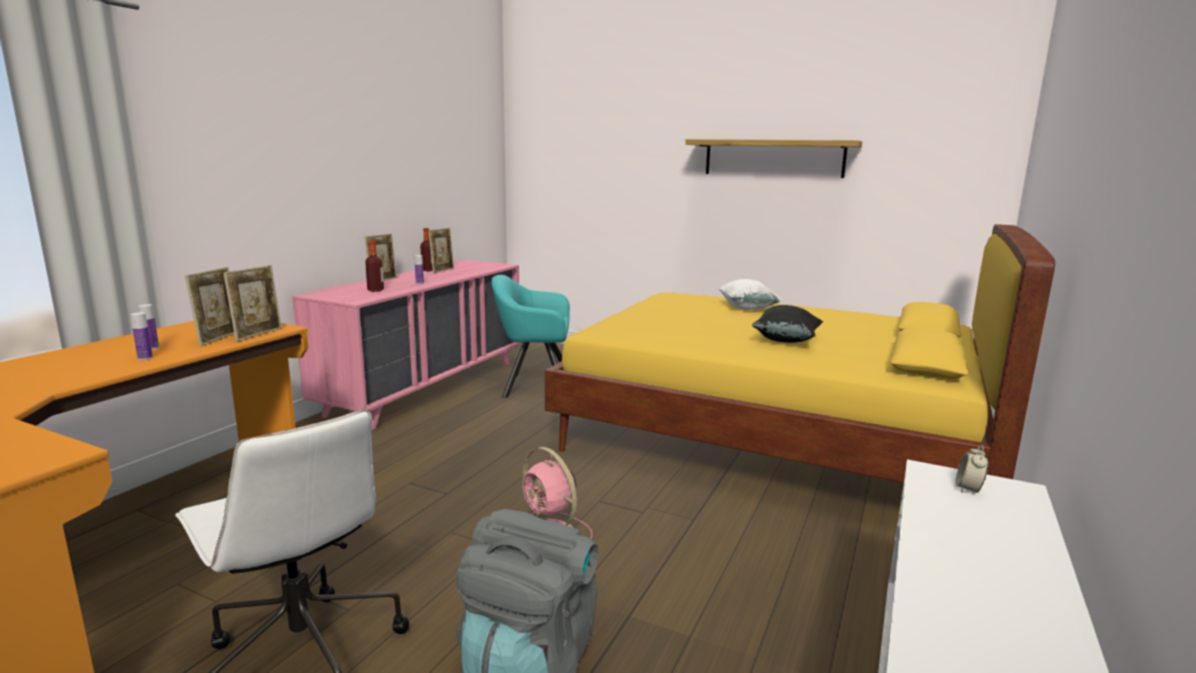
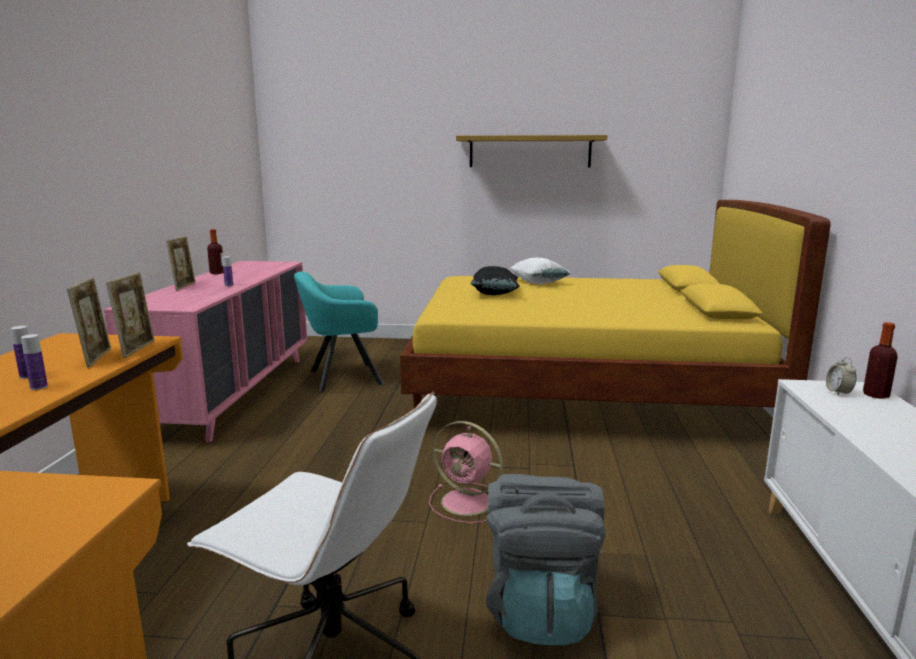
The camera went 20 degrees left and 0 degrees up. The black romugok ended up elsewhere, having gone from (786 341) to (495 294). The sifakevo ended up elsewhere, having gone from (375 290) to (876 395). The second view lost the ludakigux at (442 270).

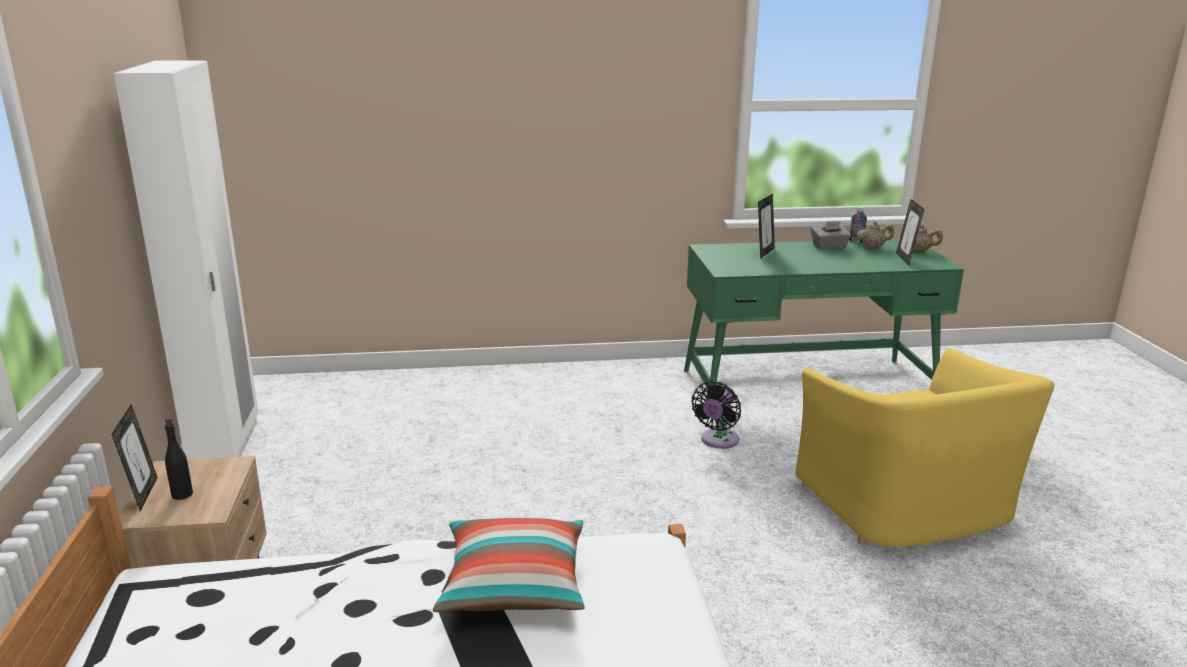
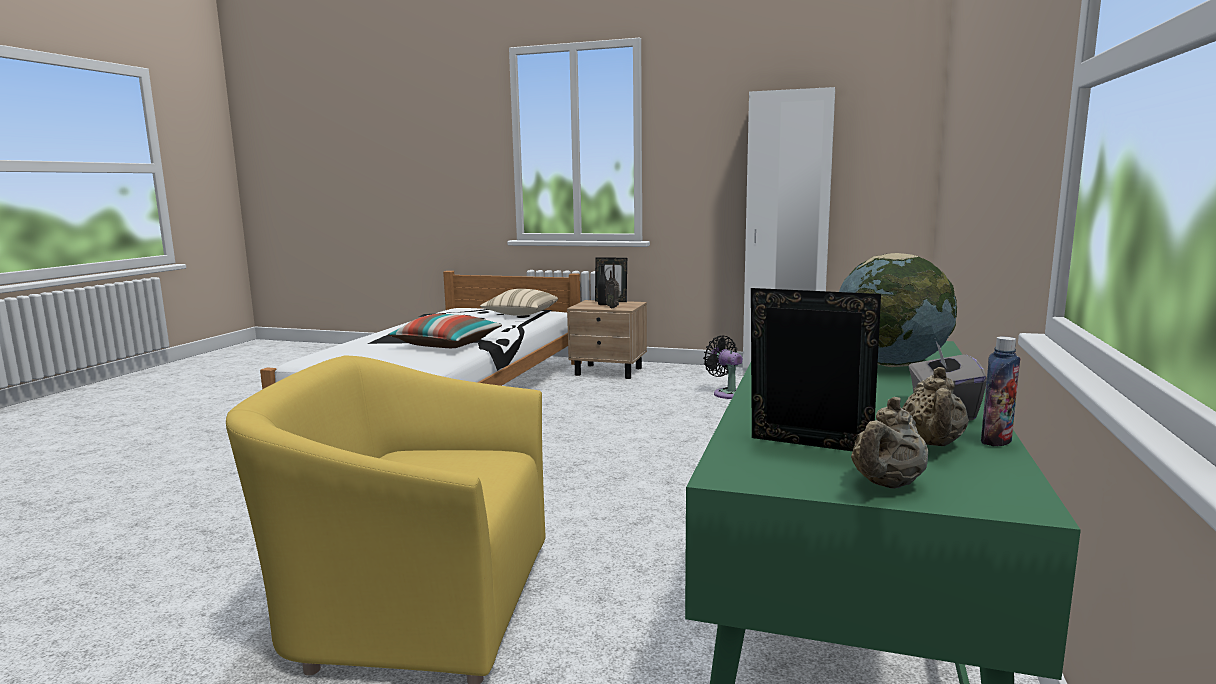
The camera went 115 degrees right and 10 degrees down. The second view gained the beige romugok at (520 315). The second view gained the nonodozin at (613 307). The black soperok ended up elsewhere, having gone from (718 441) to (726 393). Where the ludakigux stood at (764 253), the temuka came to stand at (891 364).

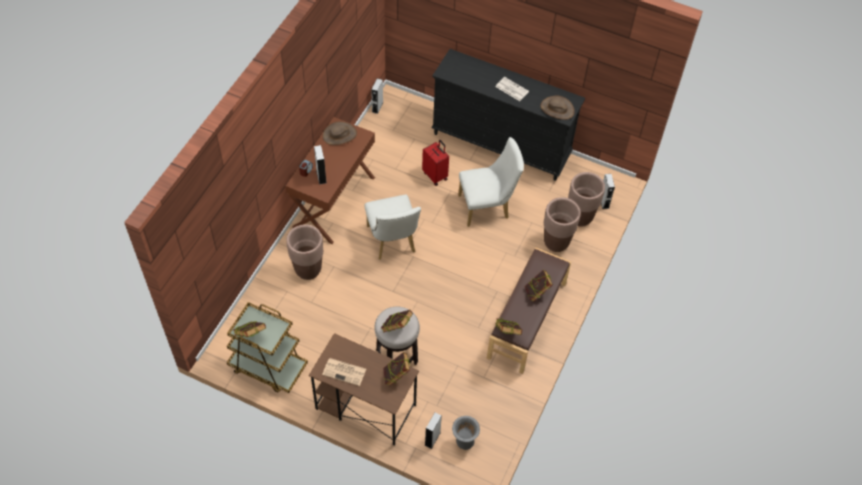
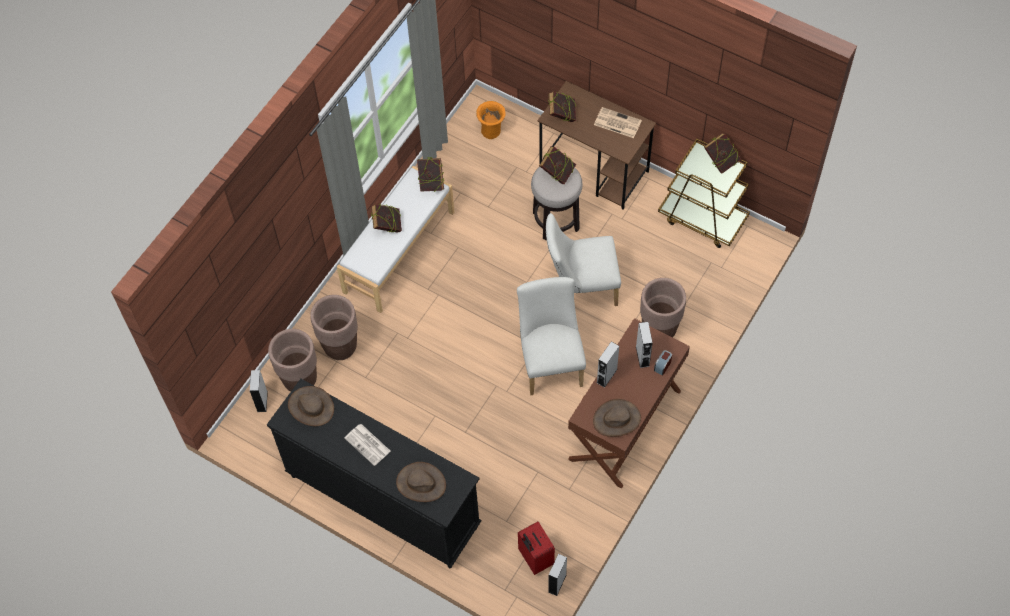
The camera went 170 degrees left and 5 degrees up. What was the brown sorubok at (527 320) turned into the white sorubok at (398 251). The second view gained the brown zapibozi at (421 483). What was the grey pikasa at (464 441) turned into the orange pikasa at (492 131). The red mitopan ended up elsewhere, having gone from (435 175) to (535 558). The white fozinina ended up elsewhere, having gone from (487 207) to (581 287). The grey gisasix ended up elsewhere, having gone from (432 439) to (606 376).

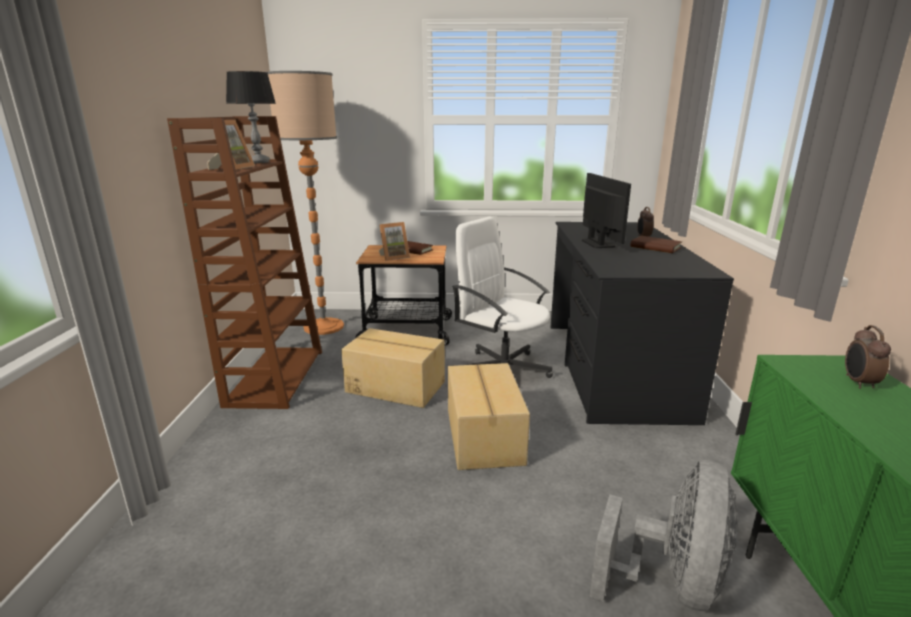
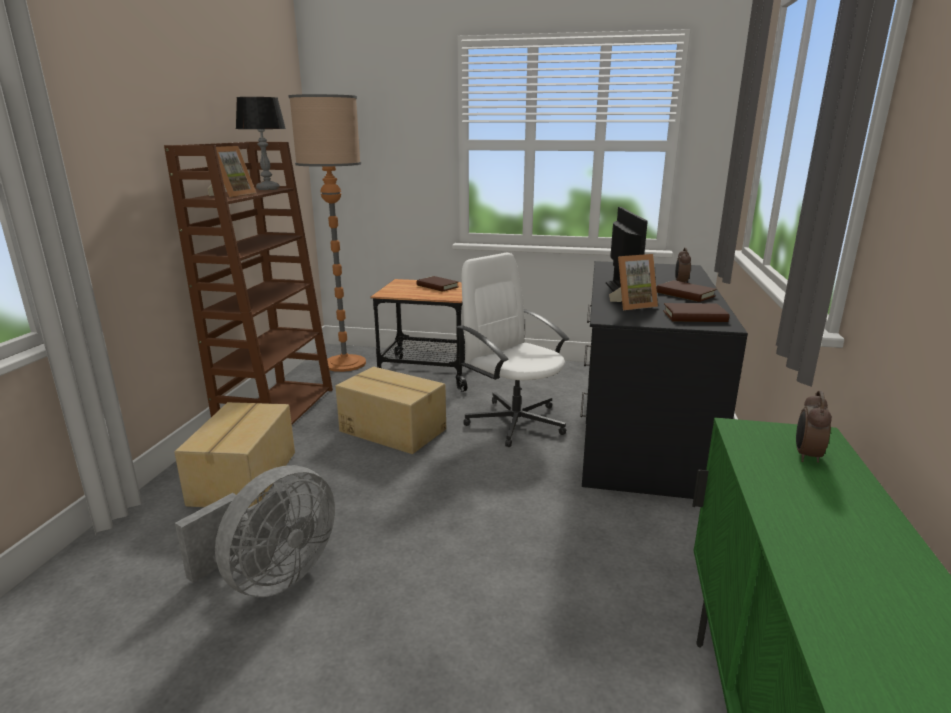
The camera went 10 degrees right and 0 degrees up. The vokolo ended up elsewhere, having gone from (483 437) to (242 478). The grey soperok ended up elsewhere, having gone from (670 582) to (271 578). The ludakigux ended up elsewhere, having gone from (394 257) to (632 305). The second view gained the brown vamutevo at (694 316).

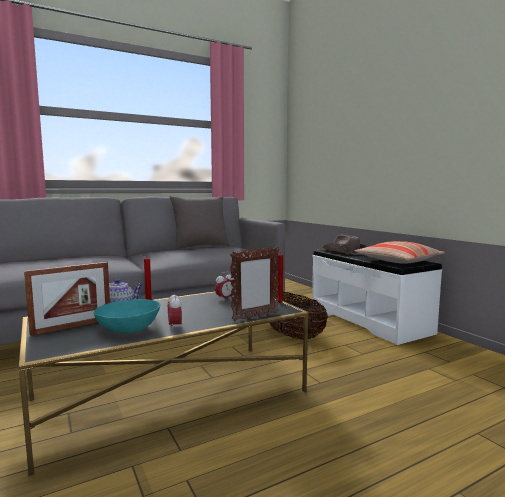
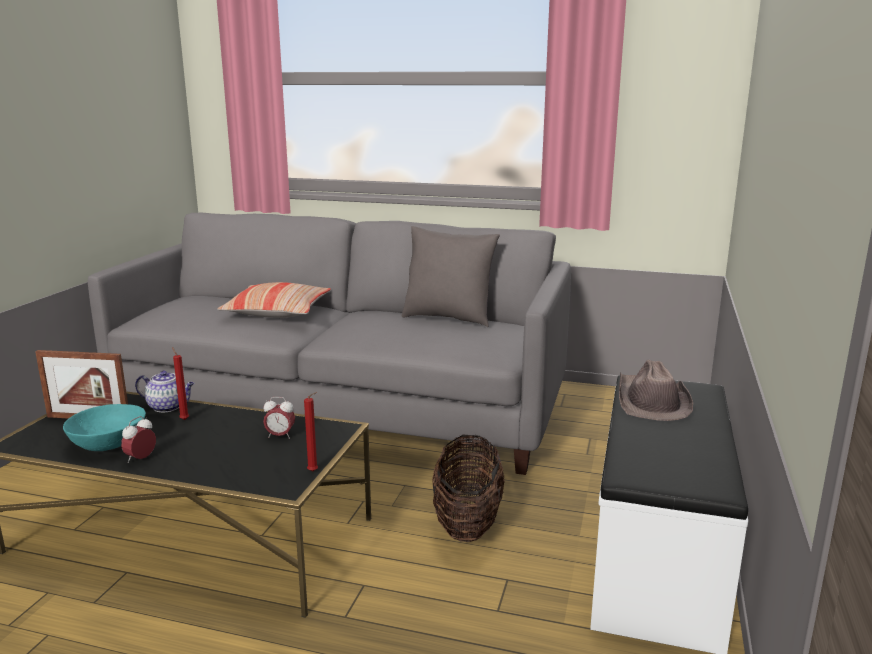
The camera went 45 degrees right and 10 degrees up. The romugok ended up elsewhere, having gone from (398 261) to (277 312). The second view lost the ludakigux at (255 317).

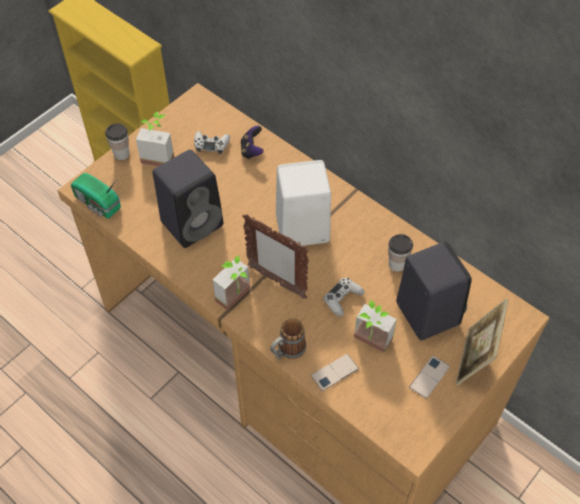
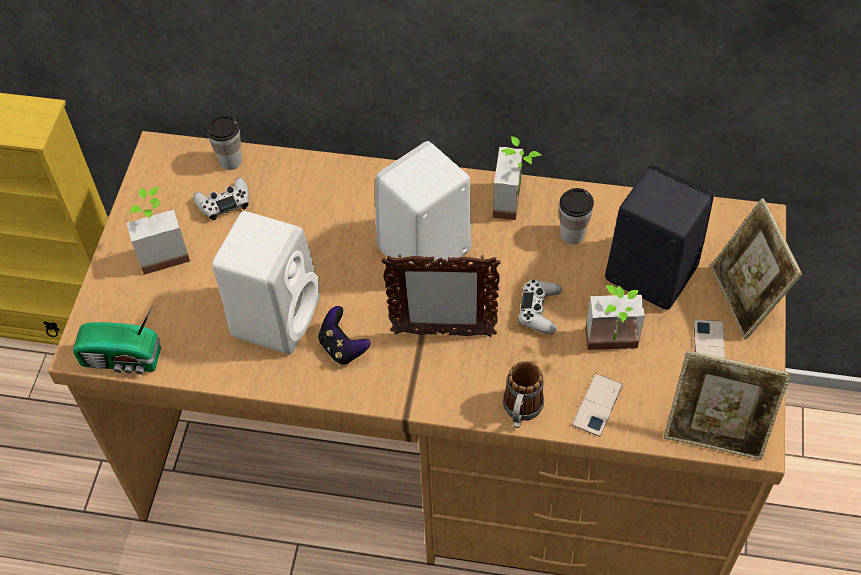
The camera went 30 degrees left and 0 degrees up. The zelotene ended up elsewhere, having gone from (121 154) to (230 161). What was the black gisasix at (193 222) turned into the white gisasix at (276 315). The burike ended up elsewhere, having gone from (252 151) to (343 348). The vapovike ended up elsewhere, having gone from (238 298) to (516 201). The second view gained the ludakigux at (715 432).

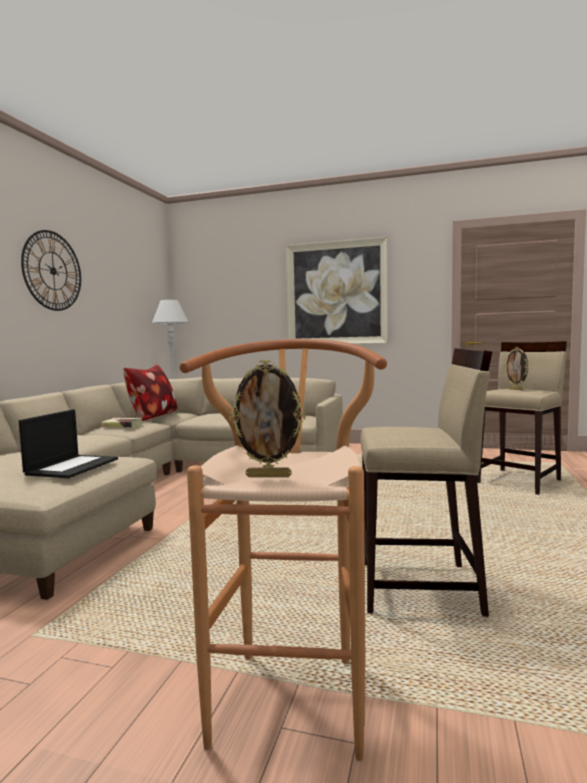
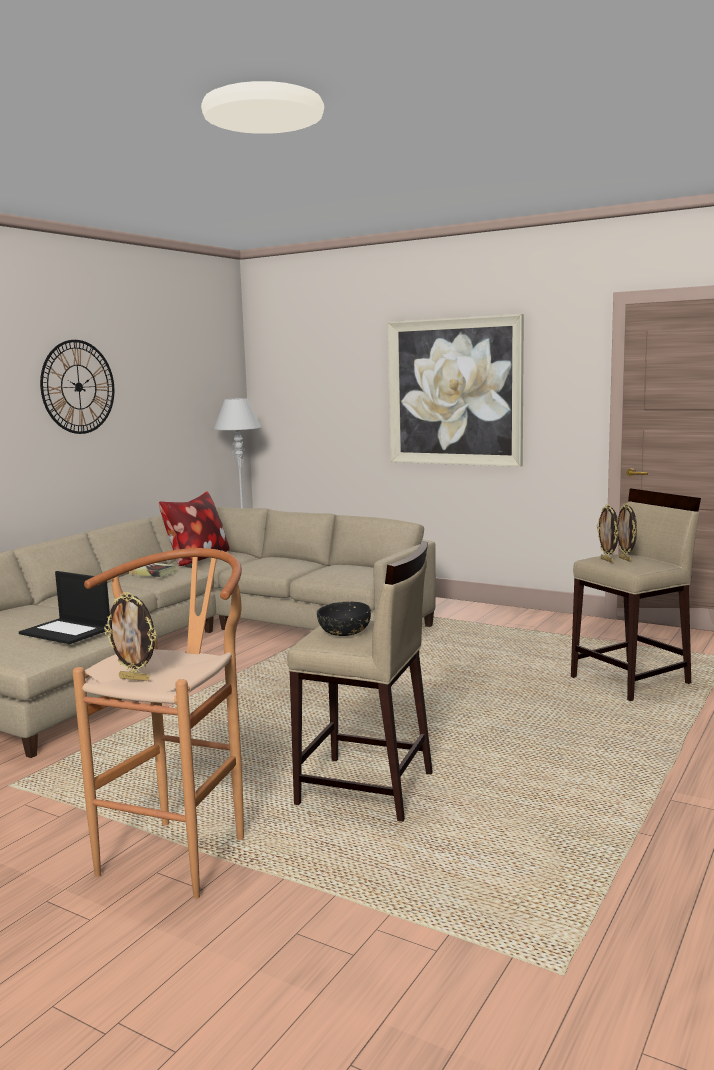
The camera went 15 degrees right and 5 degrees up. The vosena at (72 466) ended up facing another way, 90 degrees clockwise from before. The second view gained the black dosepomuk at (344 632). The second view gained the ludakigux at (607 560).

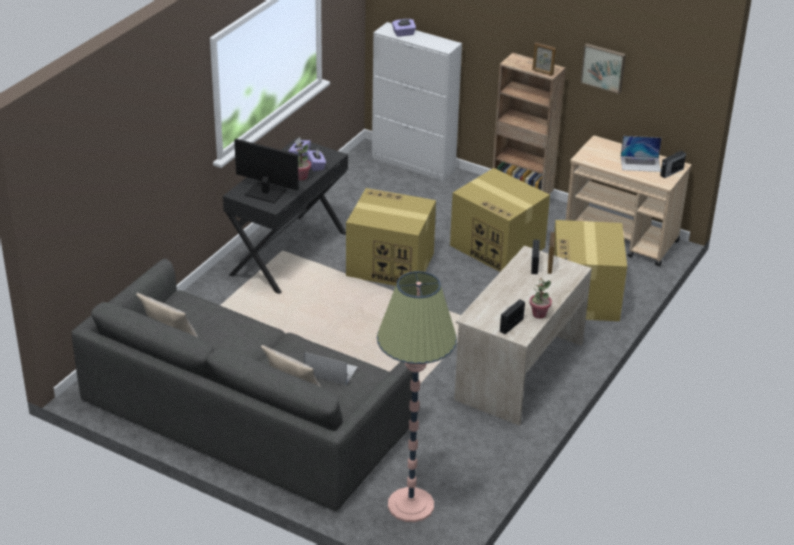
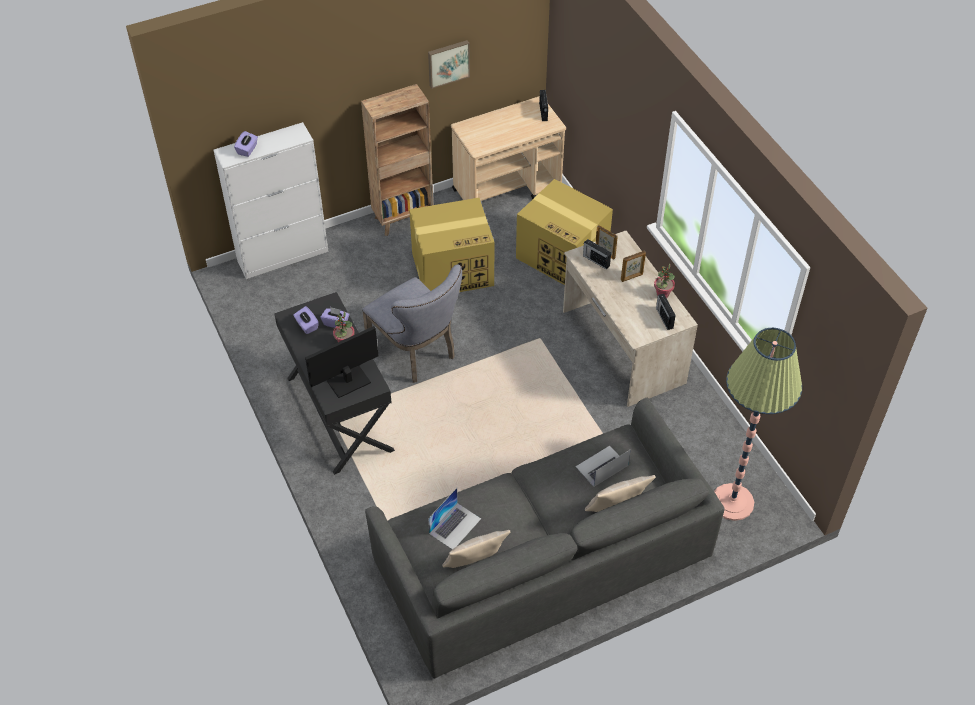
The camera went 55 degrees left and 15 degrees up. Where the vokolo stood at (389 264), the grey fozinina came to stand at (417 352). The vosena ended up elsewhere, having gone from (640 164) to (455 526). The ludakigux ended up elsewhere, having gone from (542 72) to (632 277).

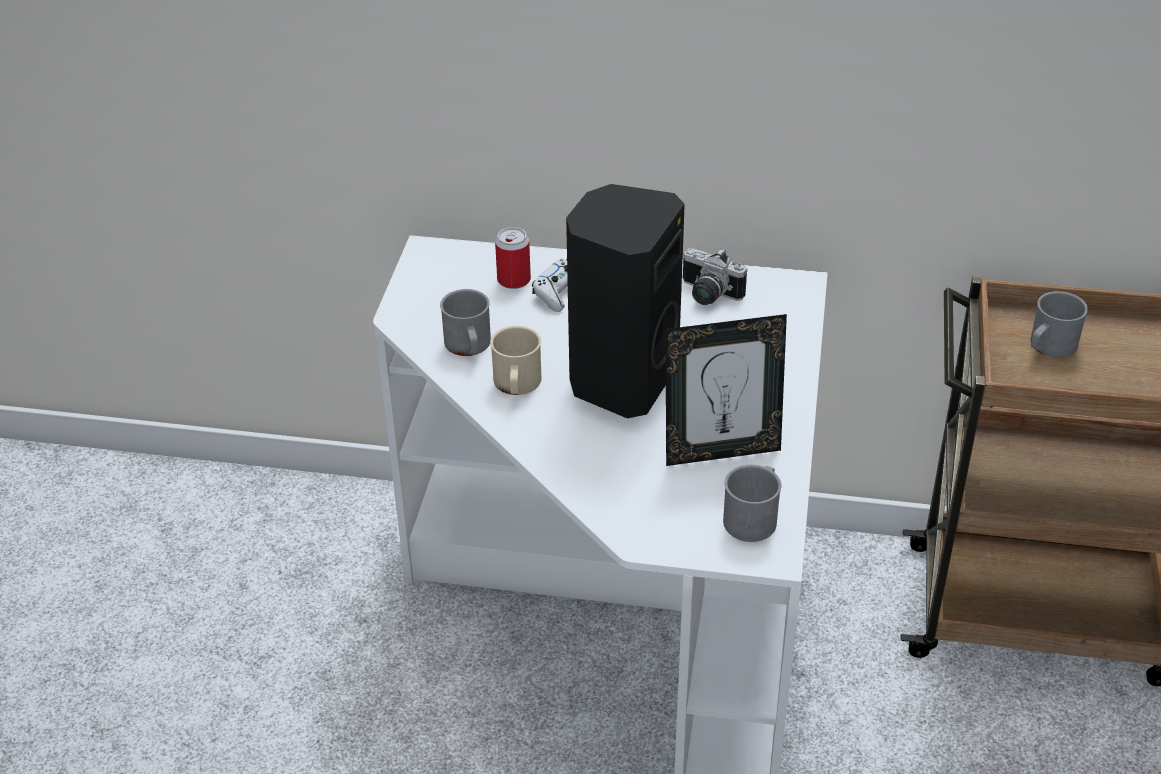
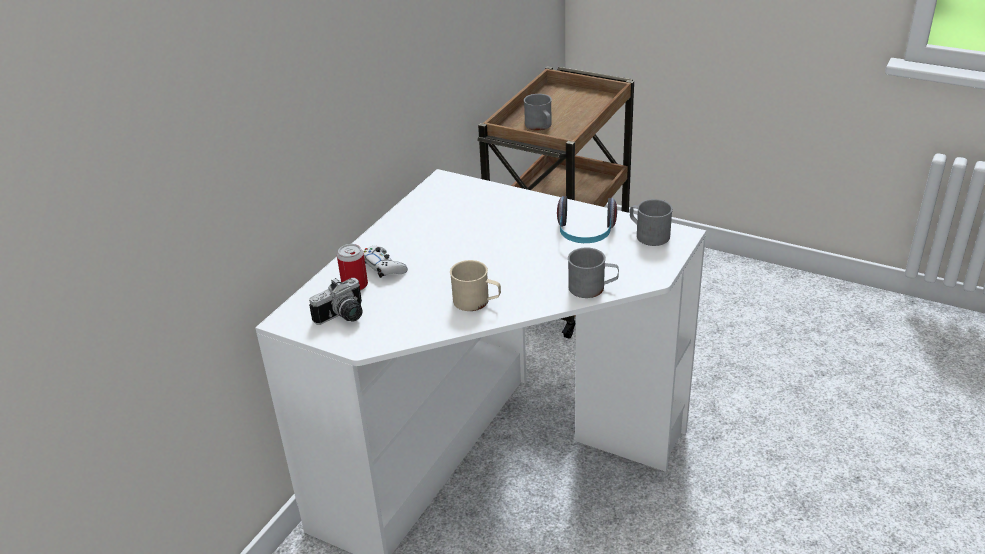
The camera went 70 degrees left and 5 degrees down. The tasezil ended up elsewhere, having gone from (707 295) to (343 317). Where the ludakigux stood at (721 451), the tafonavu came to stand at (585 235). The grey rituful ended up elsewhere, having gone from (469 347) to (592 288). The second view lost the black gisasix at (620 381).

